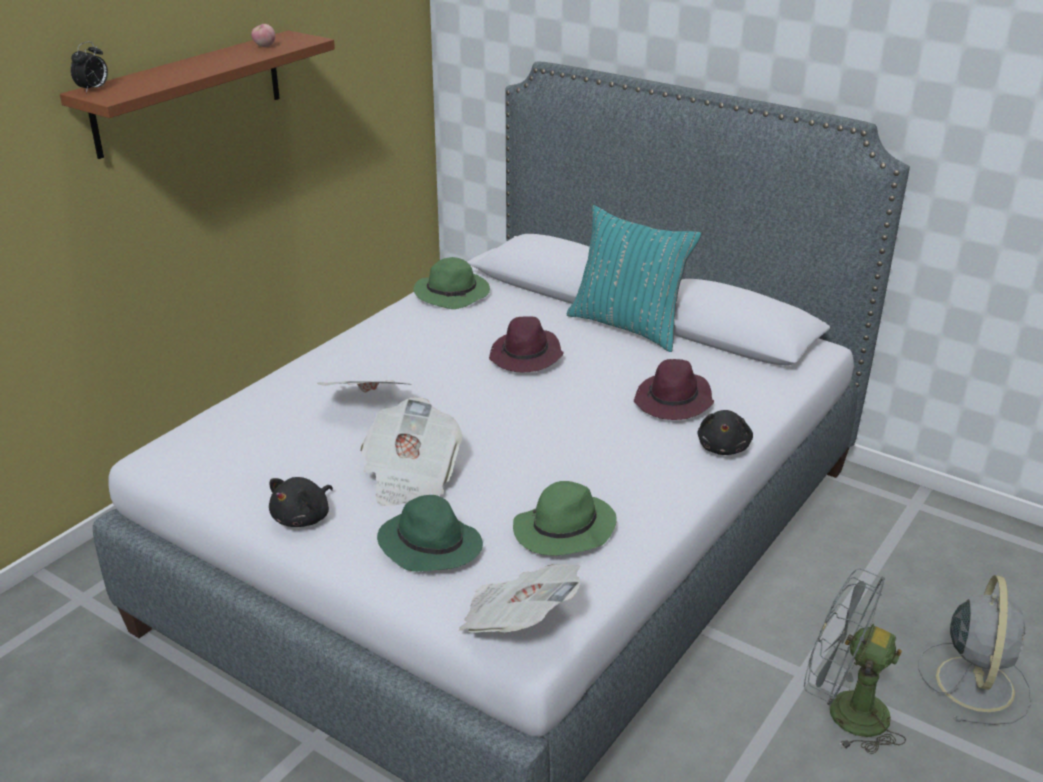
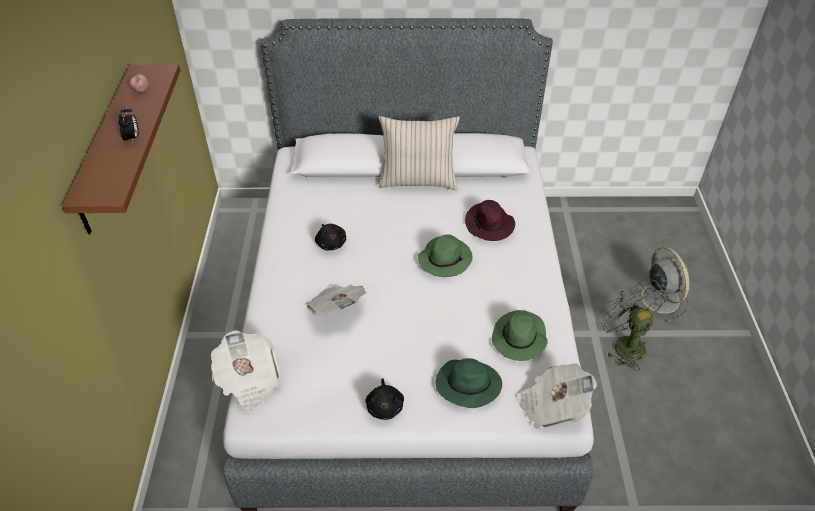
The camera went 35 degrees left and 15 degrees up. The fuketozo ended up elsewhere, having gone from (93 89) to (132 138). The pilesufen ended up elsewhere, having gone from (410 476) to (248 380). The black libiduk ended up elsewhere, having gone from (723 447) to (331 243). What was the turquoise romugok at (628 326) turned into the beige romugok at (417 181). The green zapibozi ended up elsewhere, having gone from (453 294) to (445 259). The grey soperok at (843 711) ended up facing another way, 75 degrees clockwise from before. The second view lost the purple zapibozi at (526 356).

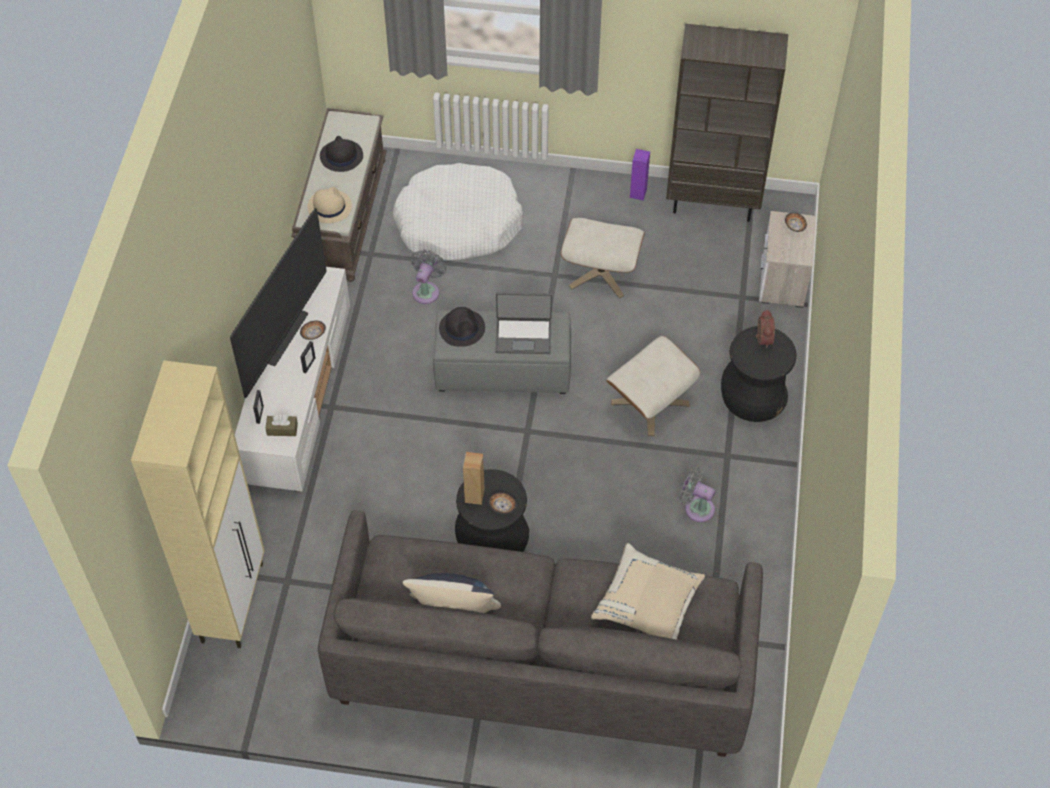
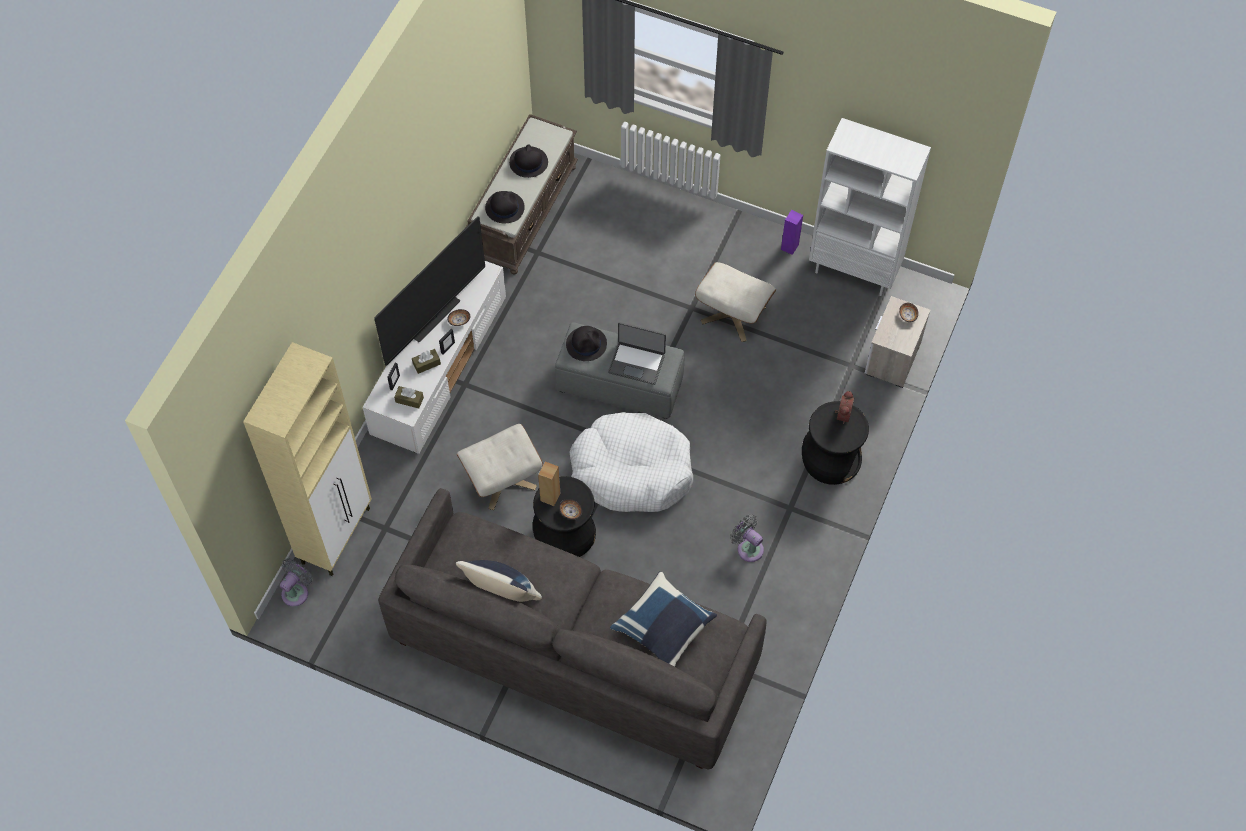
The camera went 15 degrees right and 5 degrees up. The grey soperok ended up elsewhere, having gone from (427 290) to (297 591). The second view gained the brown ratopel at (426 364). The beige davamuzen ended up elsewhere, having gone from (650 403) to (502 478). What was the beige zapibozi at (329 207) turned into the black zapibozi at (504 207). The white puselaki ended up elsewhere, having gone from (458 223) to (631 471). What was the beige romugok at (648 605) turned into the blue romugok at (664 628). What was the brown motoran at (713 202) turned into the white motoran at (854 270).

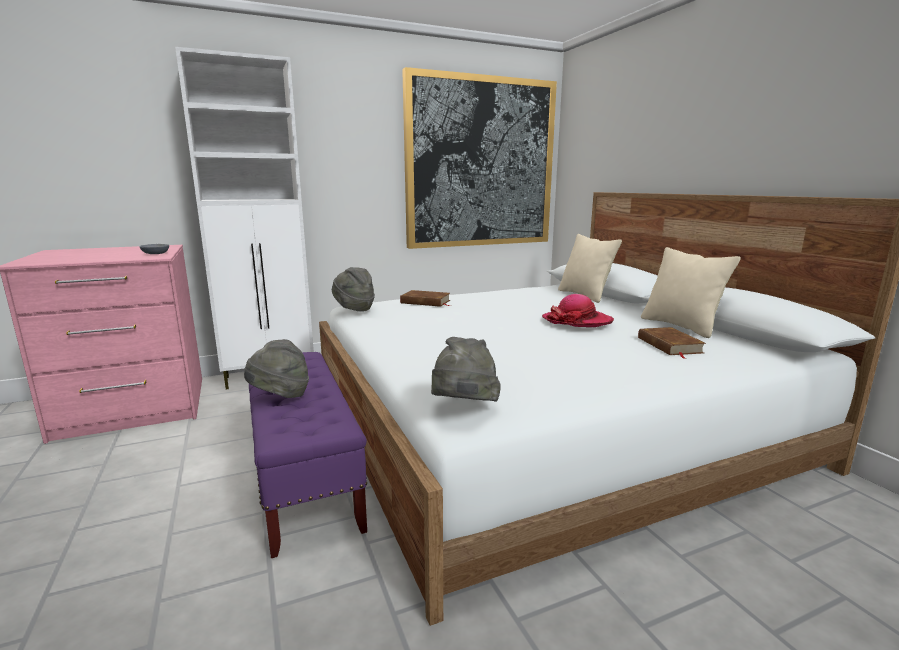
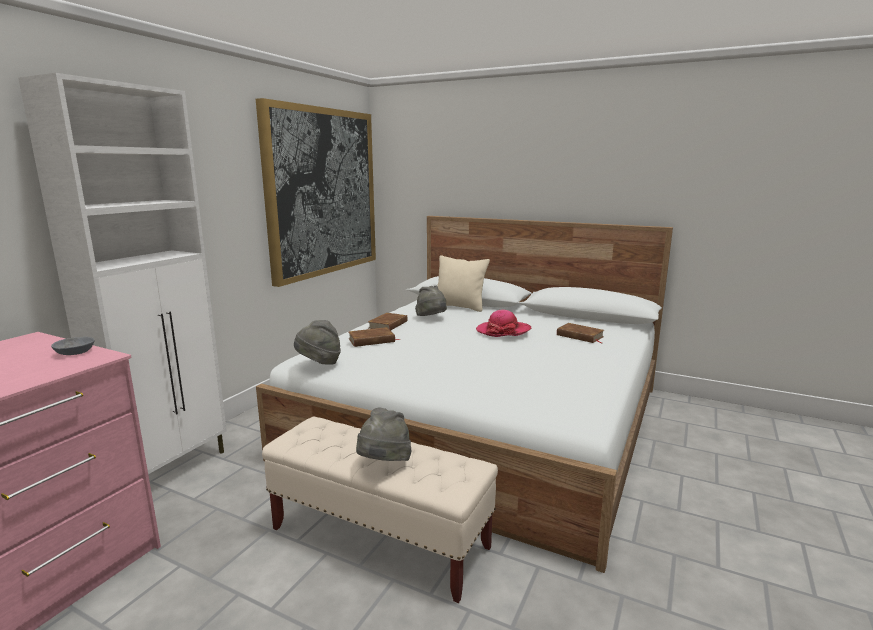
The camera went 40 degrees left and 0 degrees up. What was the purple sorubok at (304 478) turned into the beige sorubok at (380 539). The second view gained the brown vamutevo at (388 324). The grey zapibozi ended up elsewhere, having gone from (463 409) to (432 318). The second view lost the beige romugok at (681 326).

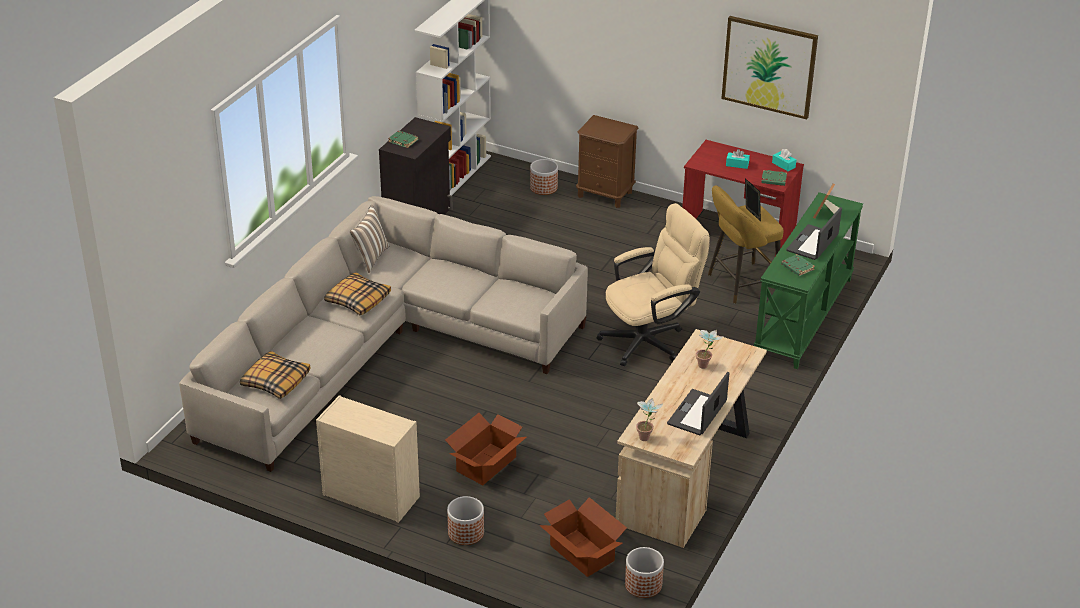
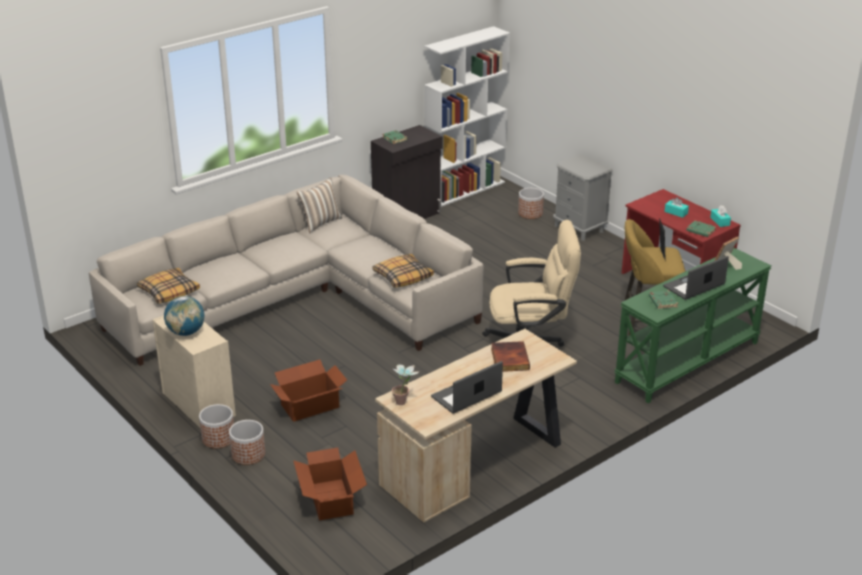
The camera went 25 degrees right and 5 degrees down. The second view gained the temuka at (186 332). The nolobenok ended up elsewhere, having gone from (643 584) to (218 438). The romugok ended up elsewhere, having gone from (357 300) to (402 276). Where the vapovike stood at (706 365), the vamutevo came to stand at (509 359). What was the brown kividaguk at (605 194) turned into the grey kividaguk at (579 228). The second view lost the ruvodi at (769 66).

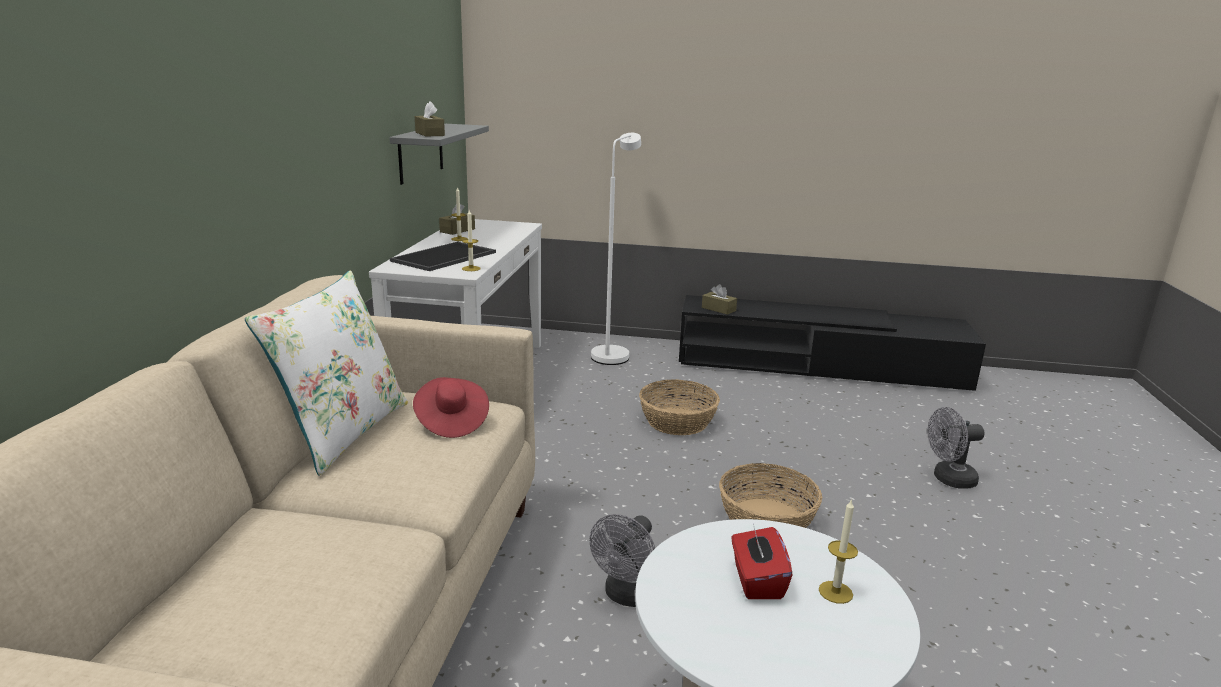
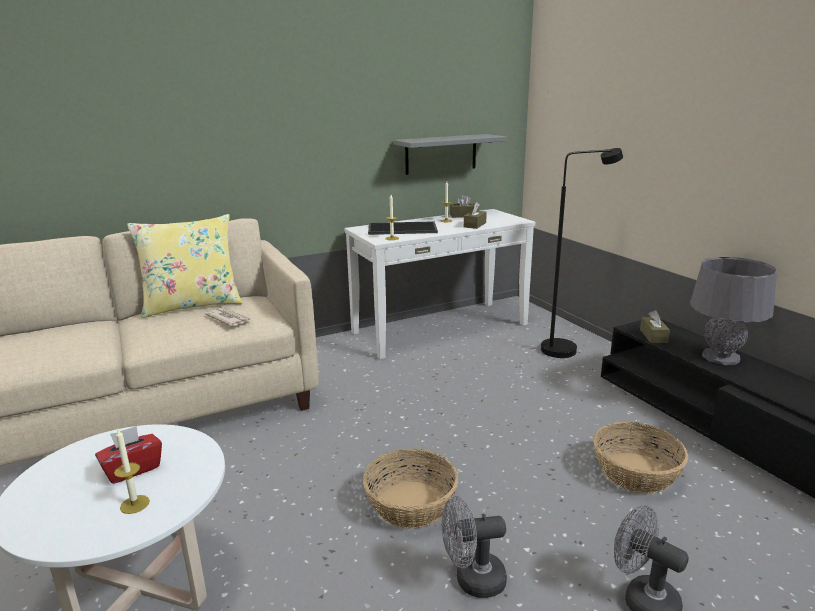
The camera went 55 degrees right and 0 degrees up. What was the white romugok at (343 432) turned into the yellow romugok at (192 305). Where the red zapibozi stood at (451 422), the pilesufen came to stand at (228 319). The grey soperok ended up elsewhere, having gone from (627 596) to (472 580). The brown ratopel ended up elsewhere, having gone from (429 134) to (475 225). What was the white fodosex at (613 354) turned into the black fodosex at (567 349). The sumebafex ended up elsewhere, having gone from (677 421) to (635 472). The second view gained the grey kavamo at (721 357).

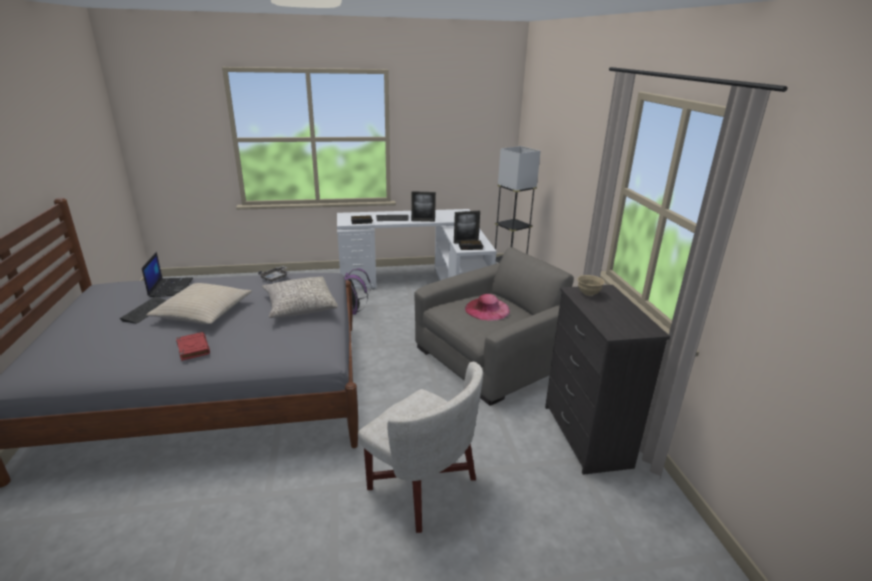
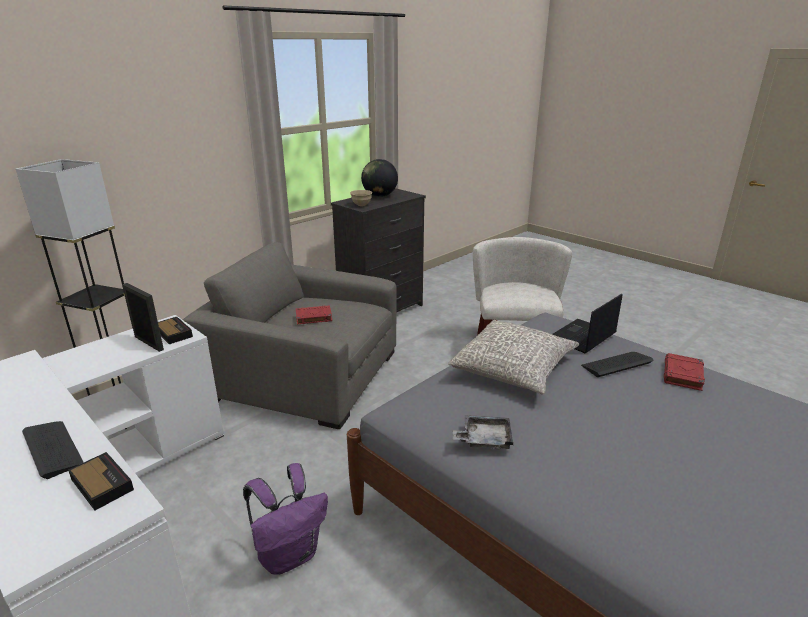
The camera went 125 degrees left and 0 degrees up. Where the pink zapibozi stood at (487 309), the red vamutevo came to stand at (313 317). The second view gained the temuka at (380 196). The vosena ended up elsewhere, having gone from (170 287) to (581 337). The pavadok ended up elsewhere, having gone from (146 311) to (616 364). The second view lost the beige romugok at (203 312). The second view lost the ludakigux at (423 221).

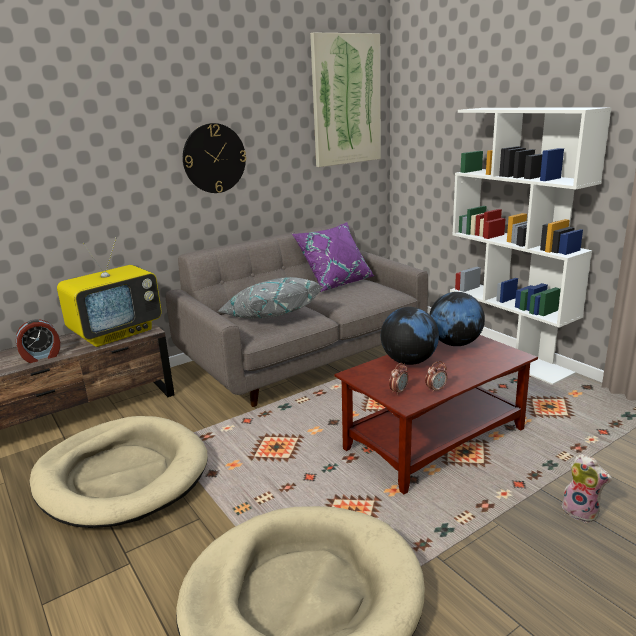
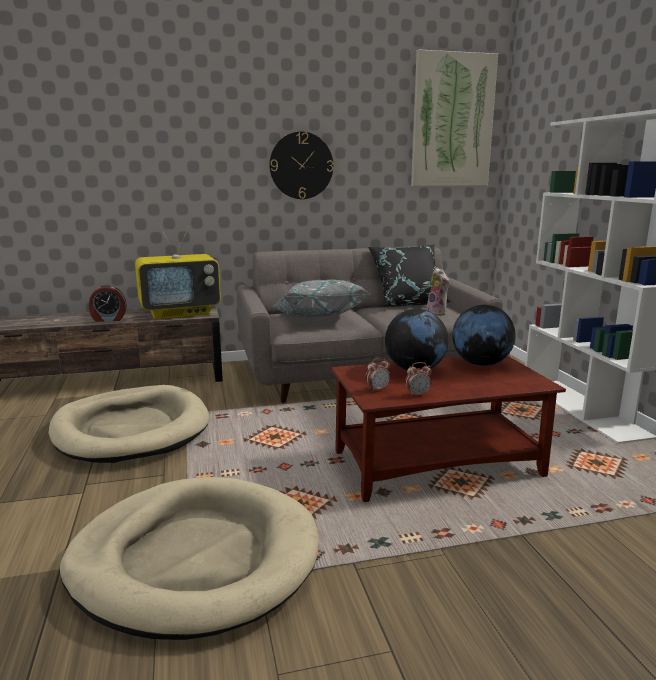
The camera went 20 degrees right and 5 degrees down. What was the purple romugok at (335 283) turned into the black romugok at (408 304). The libiduk ended up elsewhere, having gone from (581 511) to (438 313).

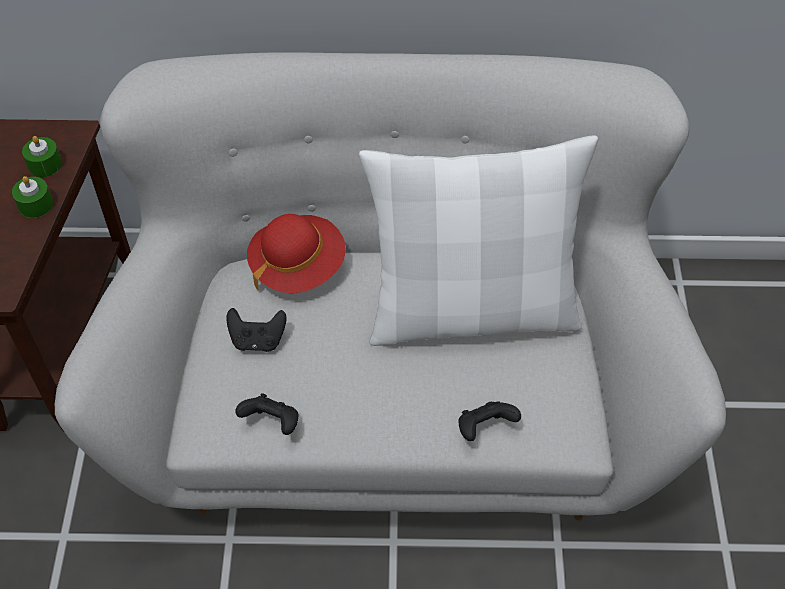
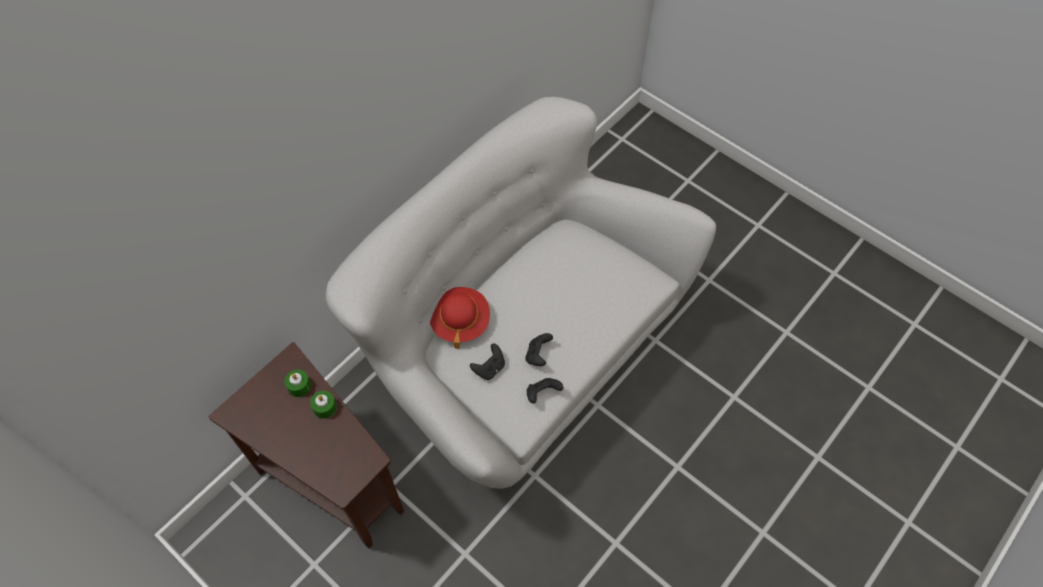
The camera went 50 degrees left and 5 degrees up. The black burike ended up elsewhere, having gone from (484 428) to (538 355). The second view lost the white romugok at (471 311).

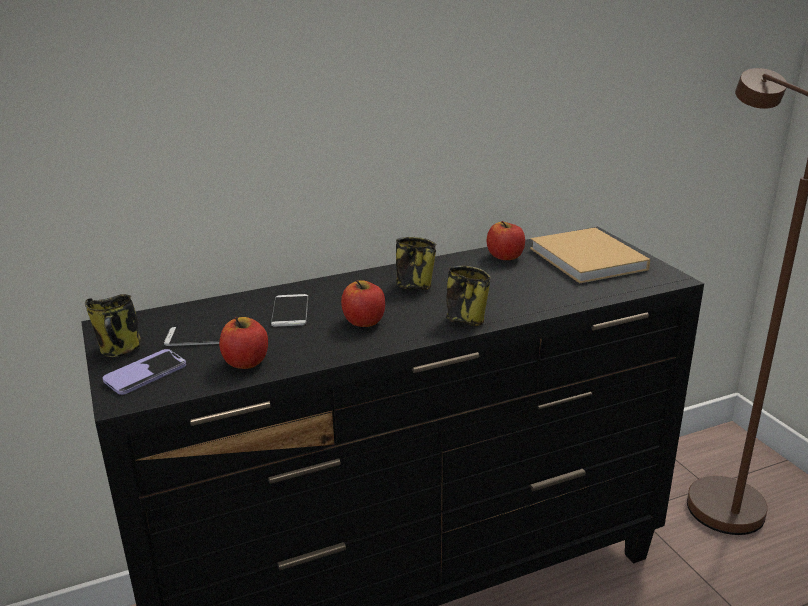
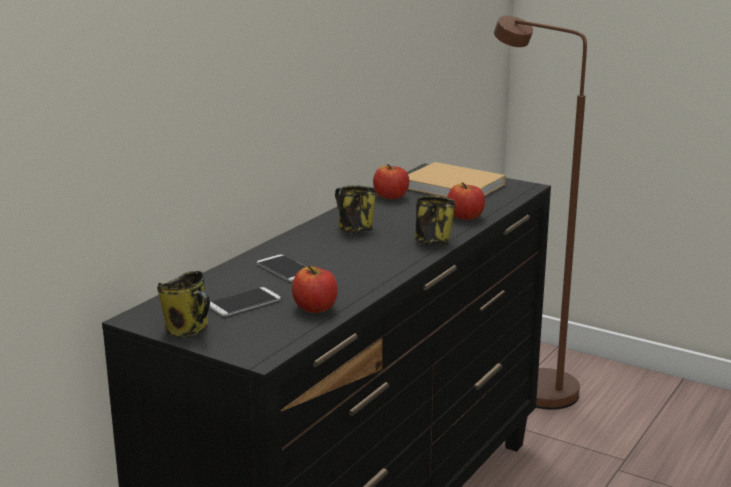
The camera went 35 degrees left and 5 degrees down. The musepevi ended up elsewhere, having gone from (364 322) to (465 217). The second view lost the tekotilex at (145 374).

